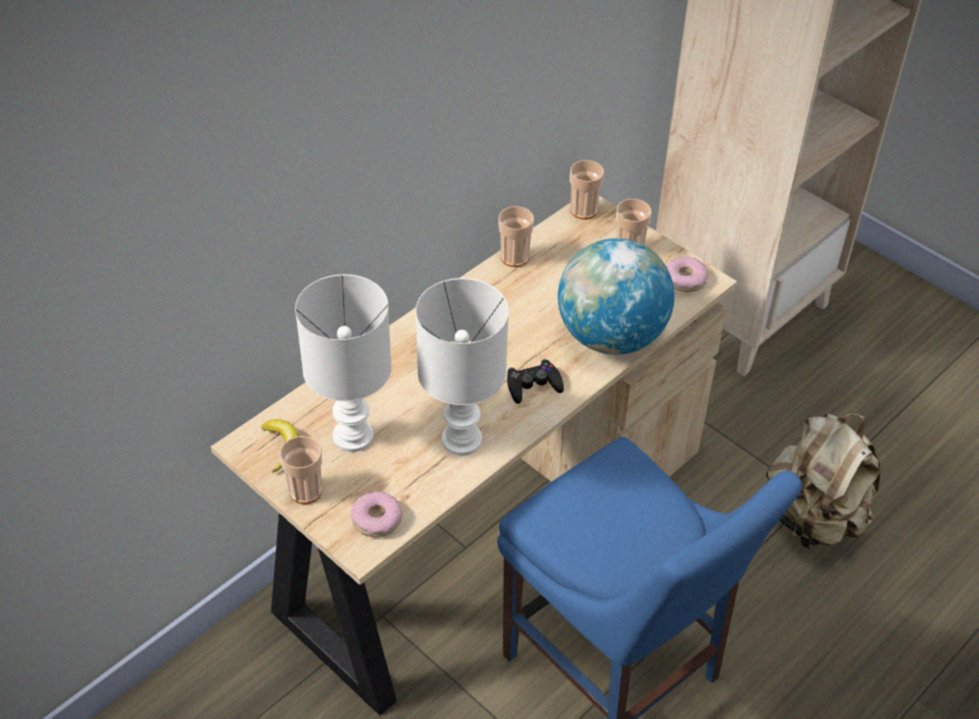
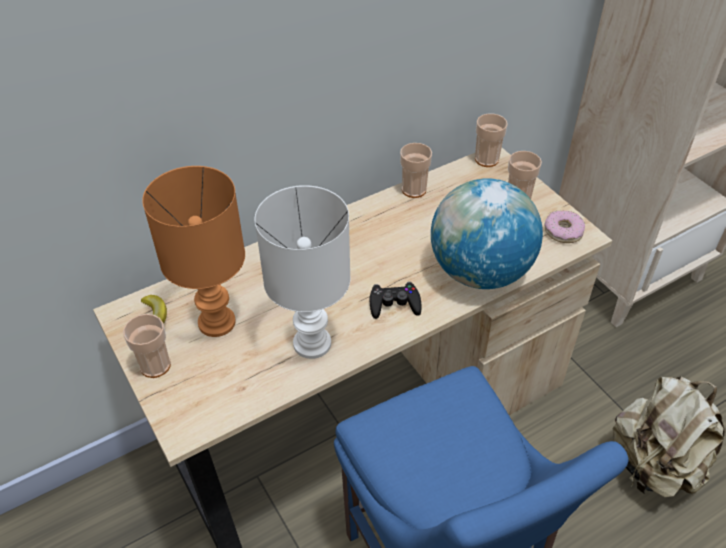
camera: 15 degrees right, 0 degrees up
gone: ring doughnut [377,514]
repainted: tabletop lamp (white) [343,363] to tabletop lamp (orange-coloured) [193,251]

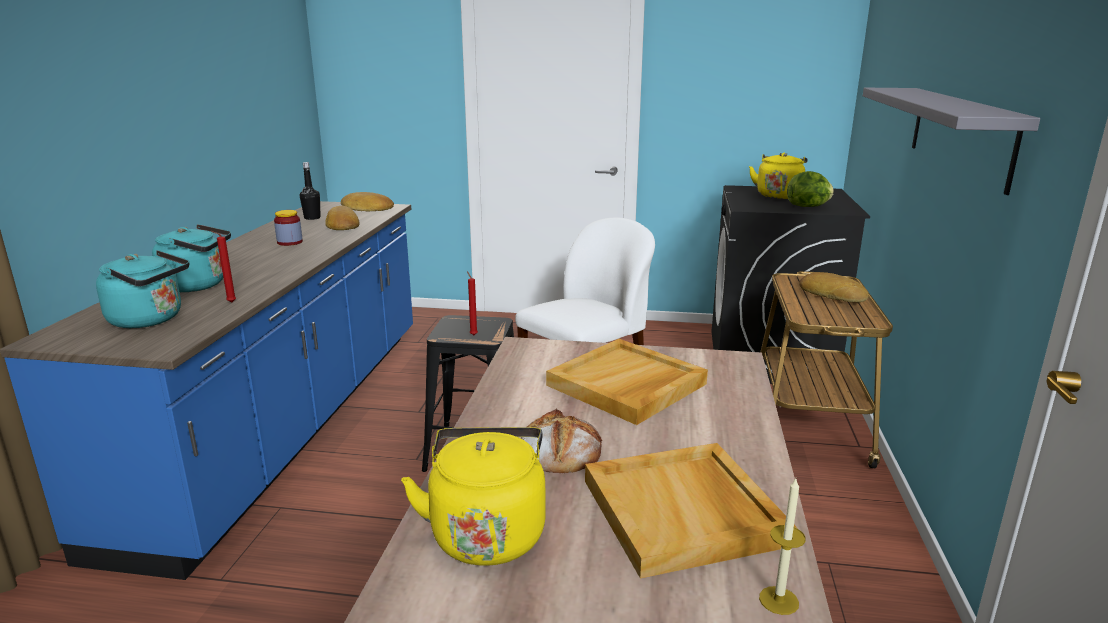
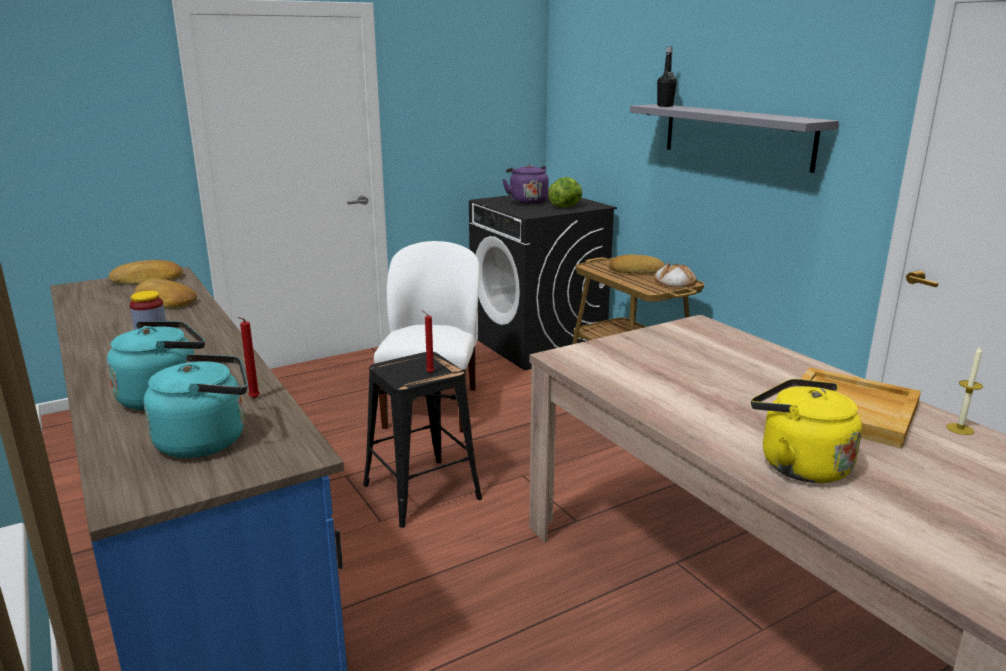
camera: 40 degrees left, 0 degrees up
gone: serving tray (beige) [627,382]
shifted: beverage bottle (black-coloured) [310,191] to [667,77]; bakery bread [561,441] to [675,274]
repainted: water kettle (yellow-coloured) [778,176] to water kettle (purple) [525,184]

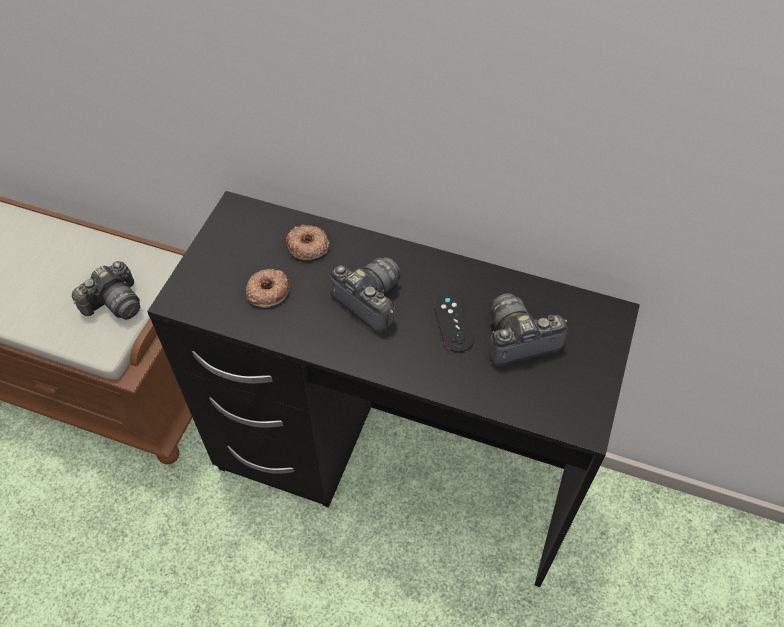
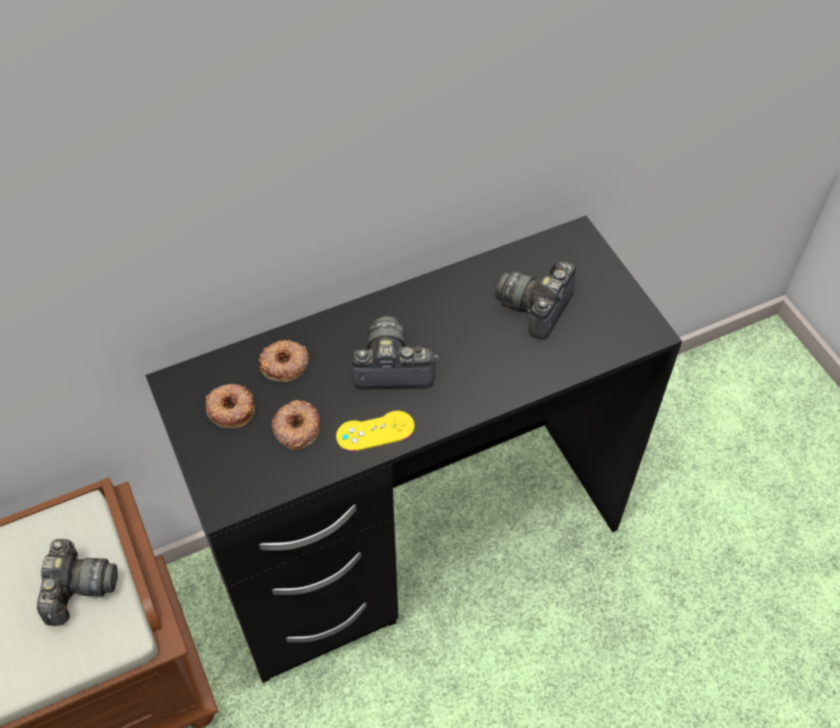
camera: 45 degrees left, 0 degrees up
gone: joypad (black-coloured) [454,323]
new: ring doughnut [230,406]; joypad (yellow-coloured) [375,431]

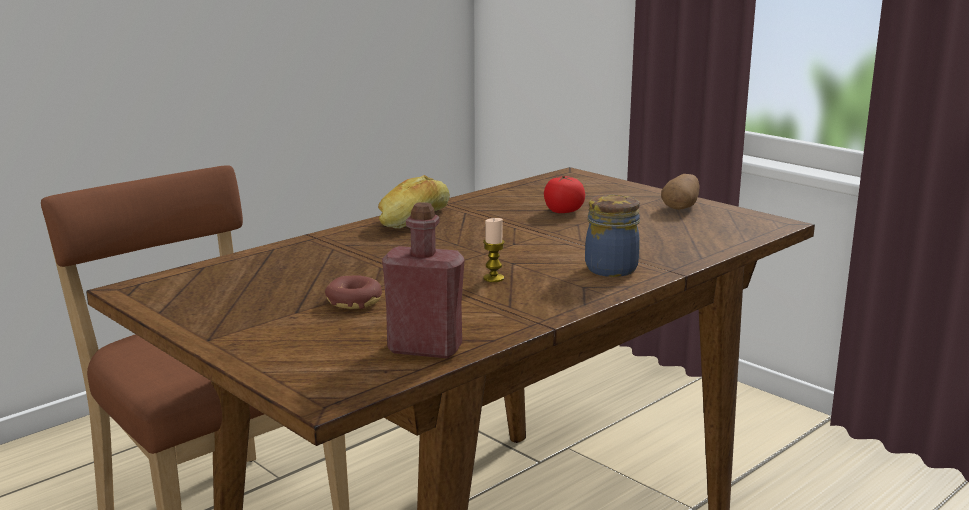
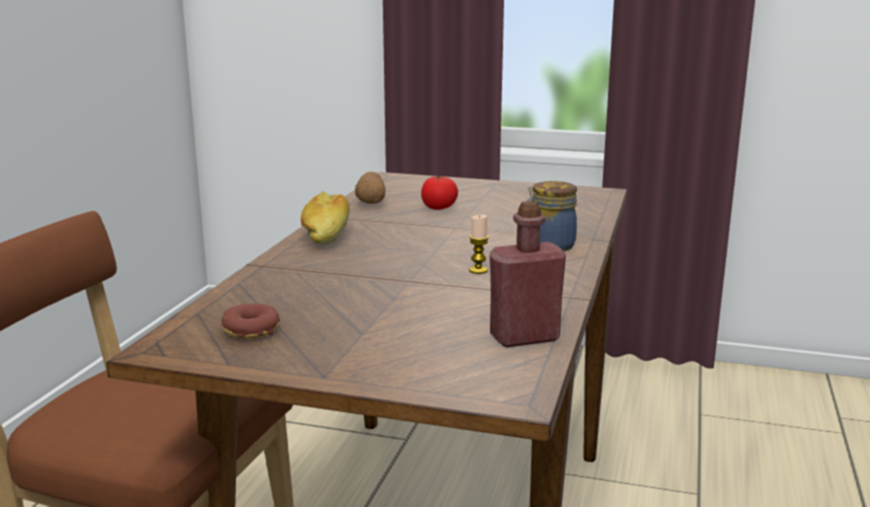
camera: 30 degrees left, 0 degrees up
shifted: ring doughnut [353,292] to [250,321]; whole potato [680,192] to [370,188]

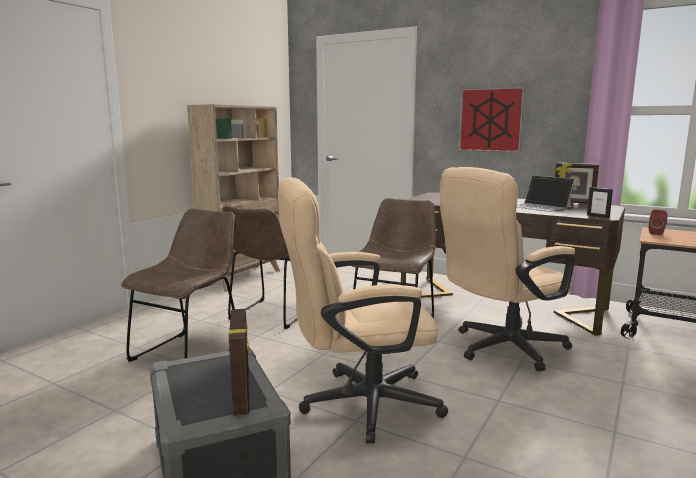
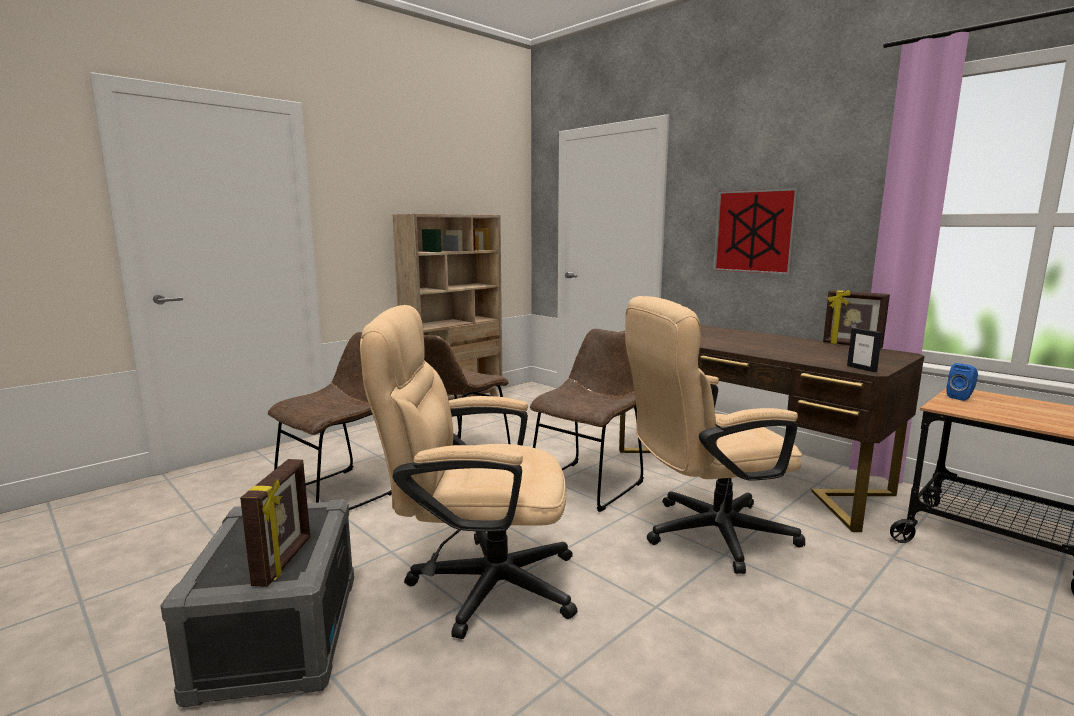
camera: 15 degrees right, 0 degrees up
gone: portable computer [546,193]
repainted: speaker (red) [658,222] to speaker (blue-coloured) [962,382]

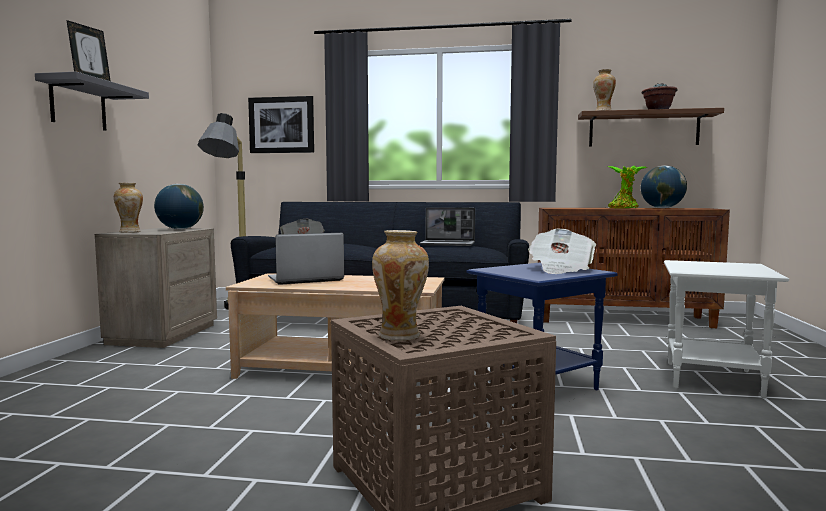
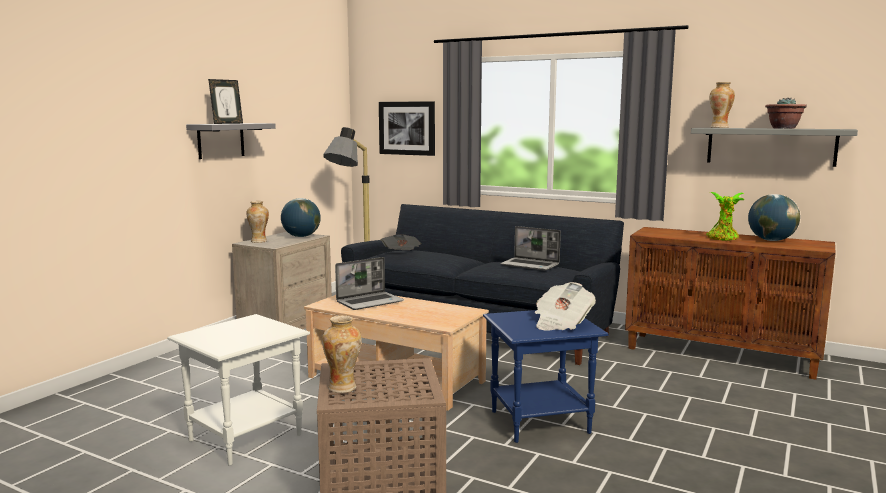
camera: 20 degrees right, 5 degrees up
shifted: accent table (white) [726,329] to [238,390]
repainted: wall shelf (brown-coloured) [651,127] to wall shelf (grey) [774,147]
rotated: portable computer [306,259] = [369,283] 150 degrees clockwise

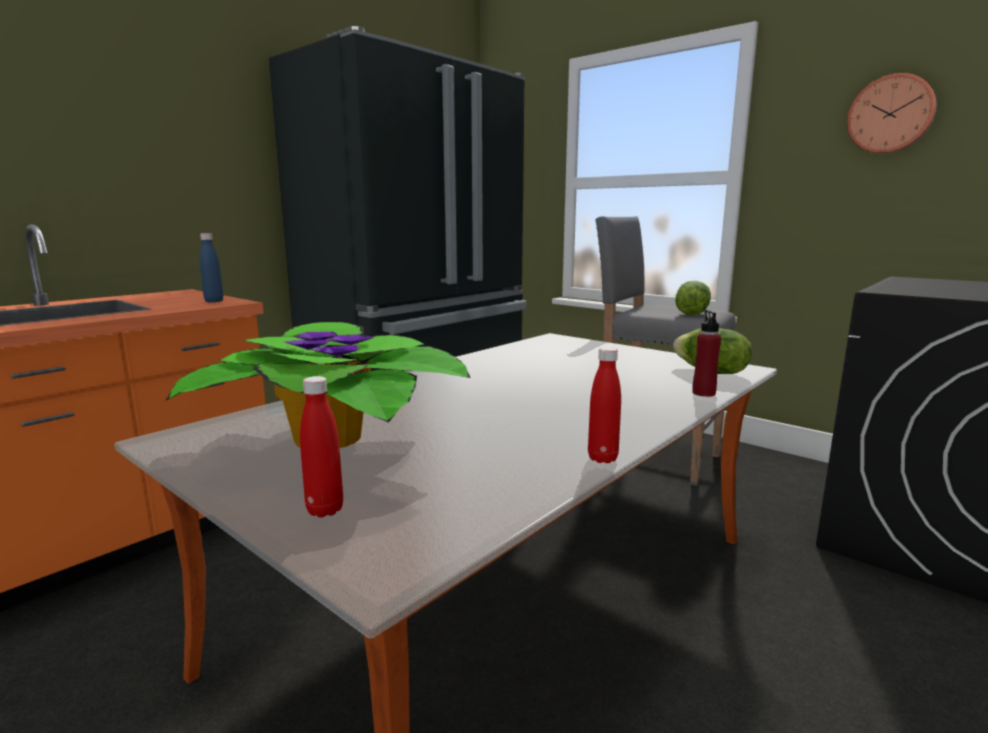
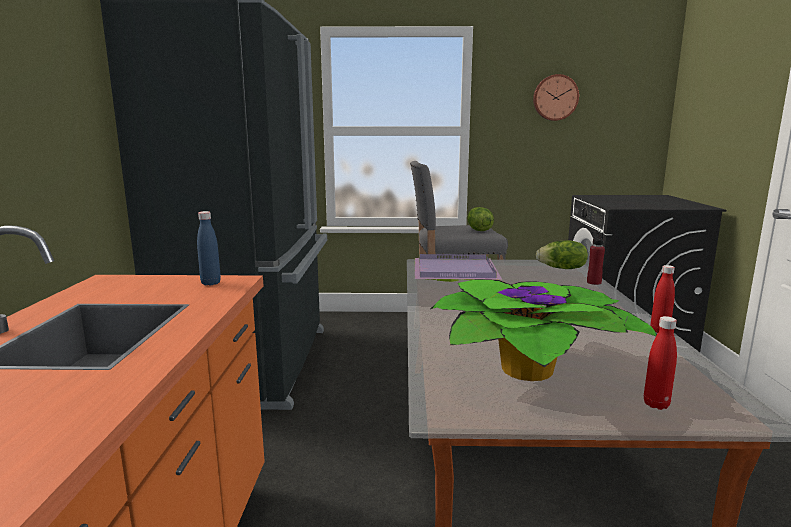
camera: 40 degrees left, 0 degrees up
new: serving tray (purple) [458,268]

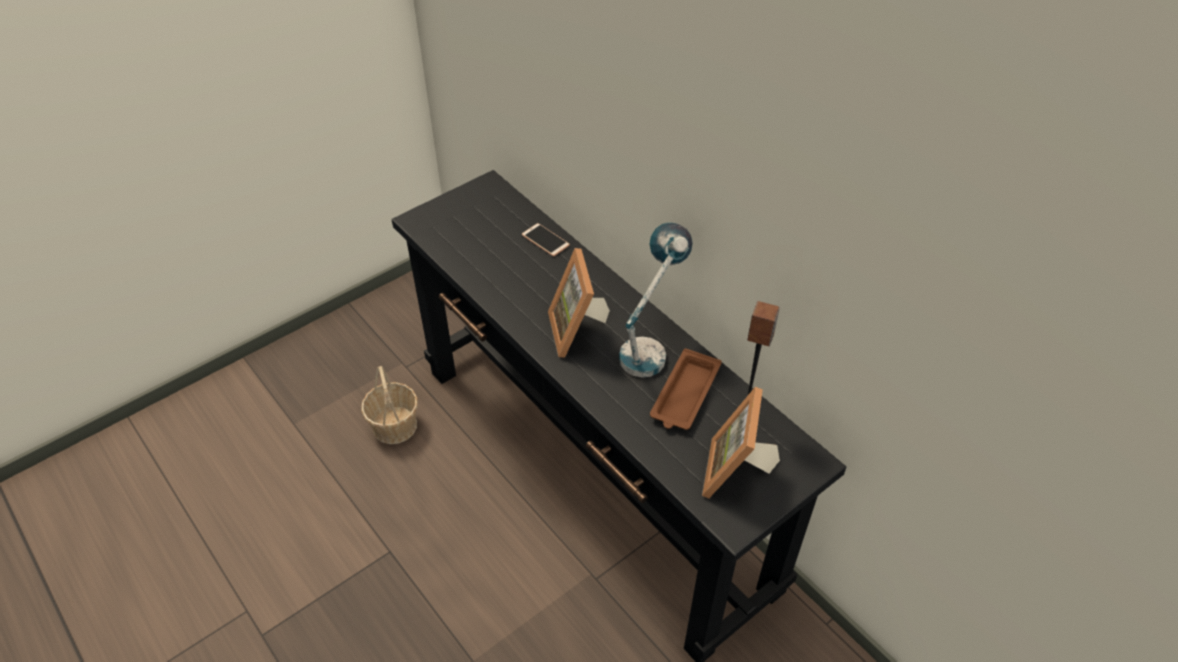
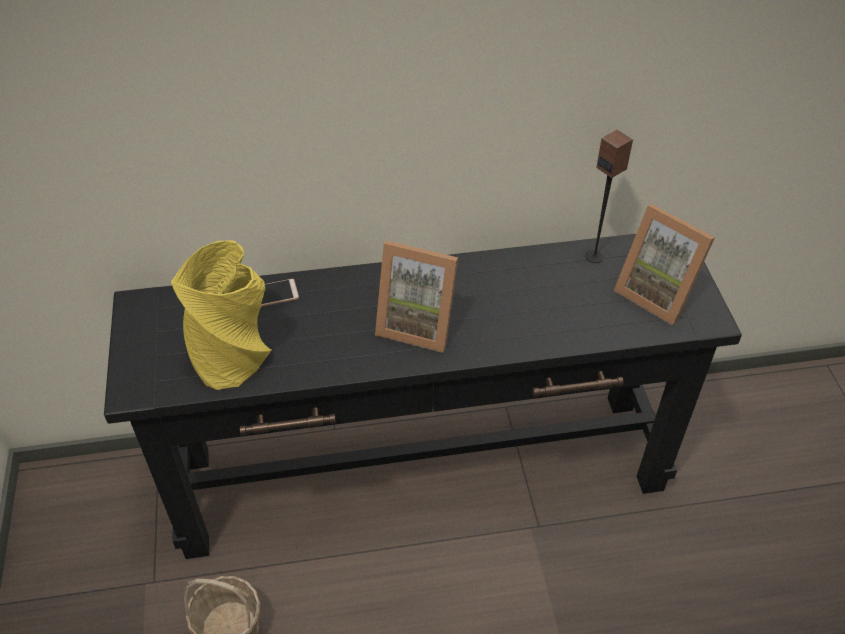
camera: 60 degrees left, 0 degrees up
gone: tabletop lamp [656,300]; serving tray (brown-coloured) [685,389]
new: decorative vase (yellow-coloured) [221,315]

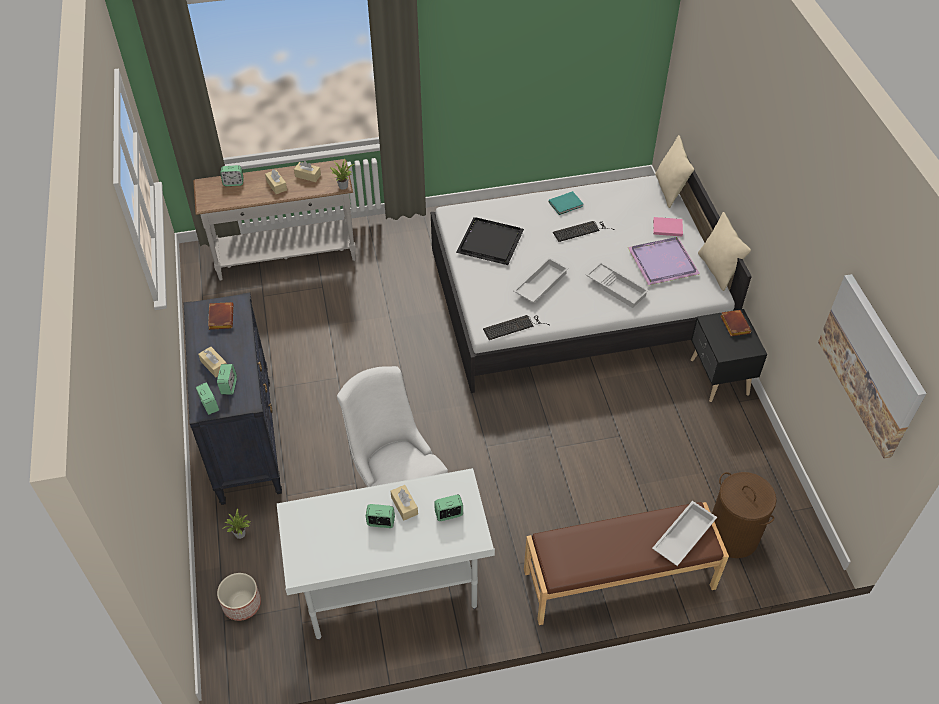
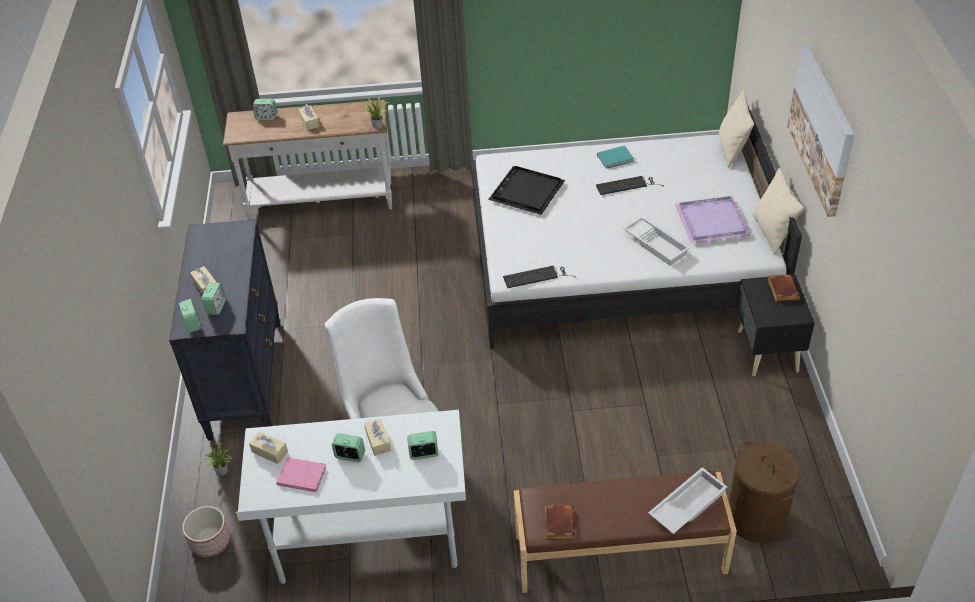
camera: 10 degrees right, 5 degrees down
gone: serving tray (white) [541,279]
shifted: volume (brown-coloured) [221,316] to [560,522]; tissue box (beige) [307,171] to [268,447]; volume (pink-coloured) [668,226] to [301,474]; wall picture [872,366] to [821,131]

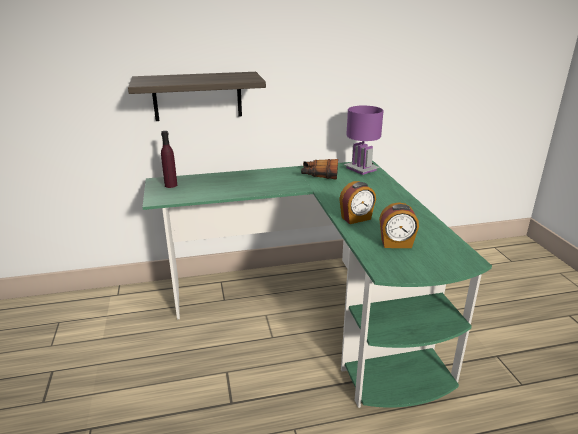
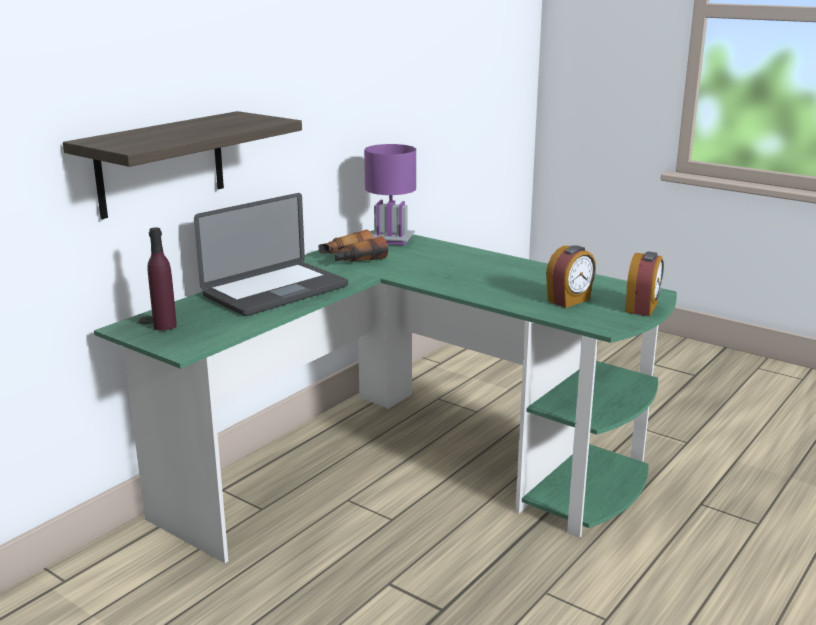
camera: 40 degrees left, 5 degrees down
new: portable computer [271,254]
shifted: bedside clock [357,202] to [644,284]

